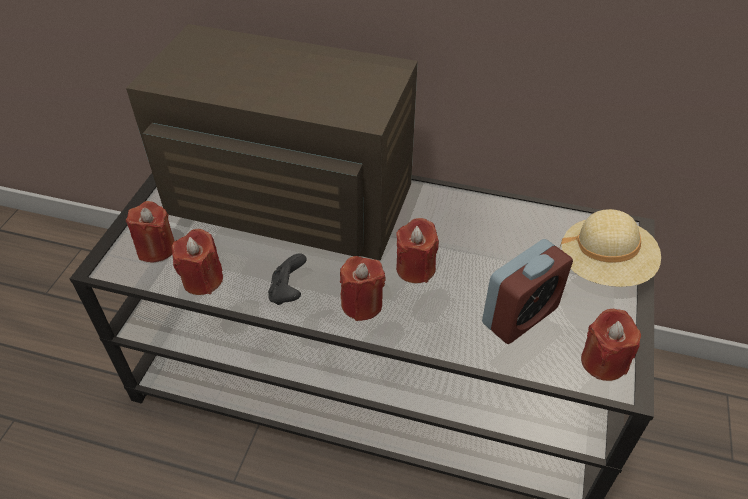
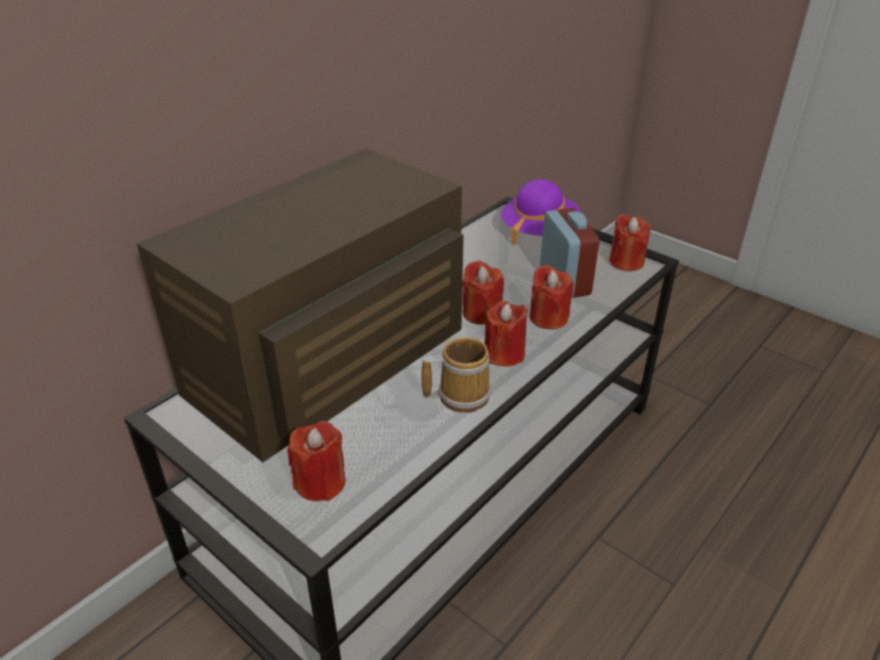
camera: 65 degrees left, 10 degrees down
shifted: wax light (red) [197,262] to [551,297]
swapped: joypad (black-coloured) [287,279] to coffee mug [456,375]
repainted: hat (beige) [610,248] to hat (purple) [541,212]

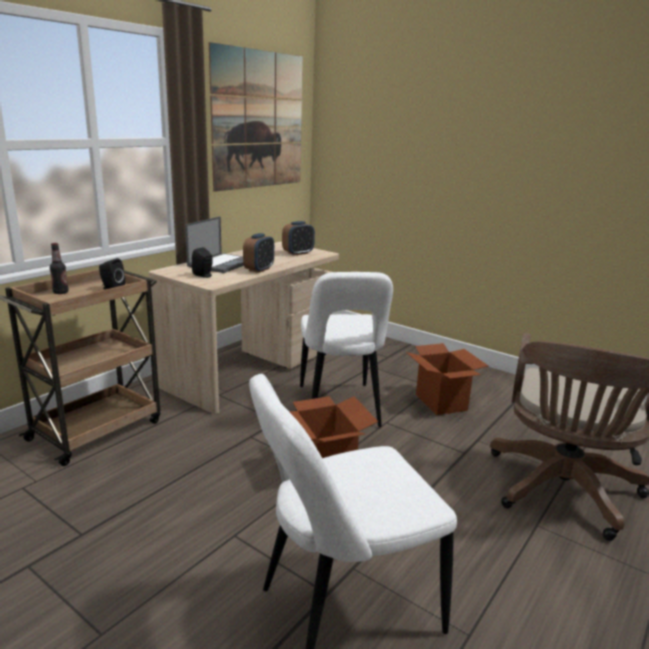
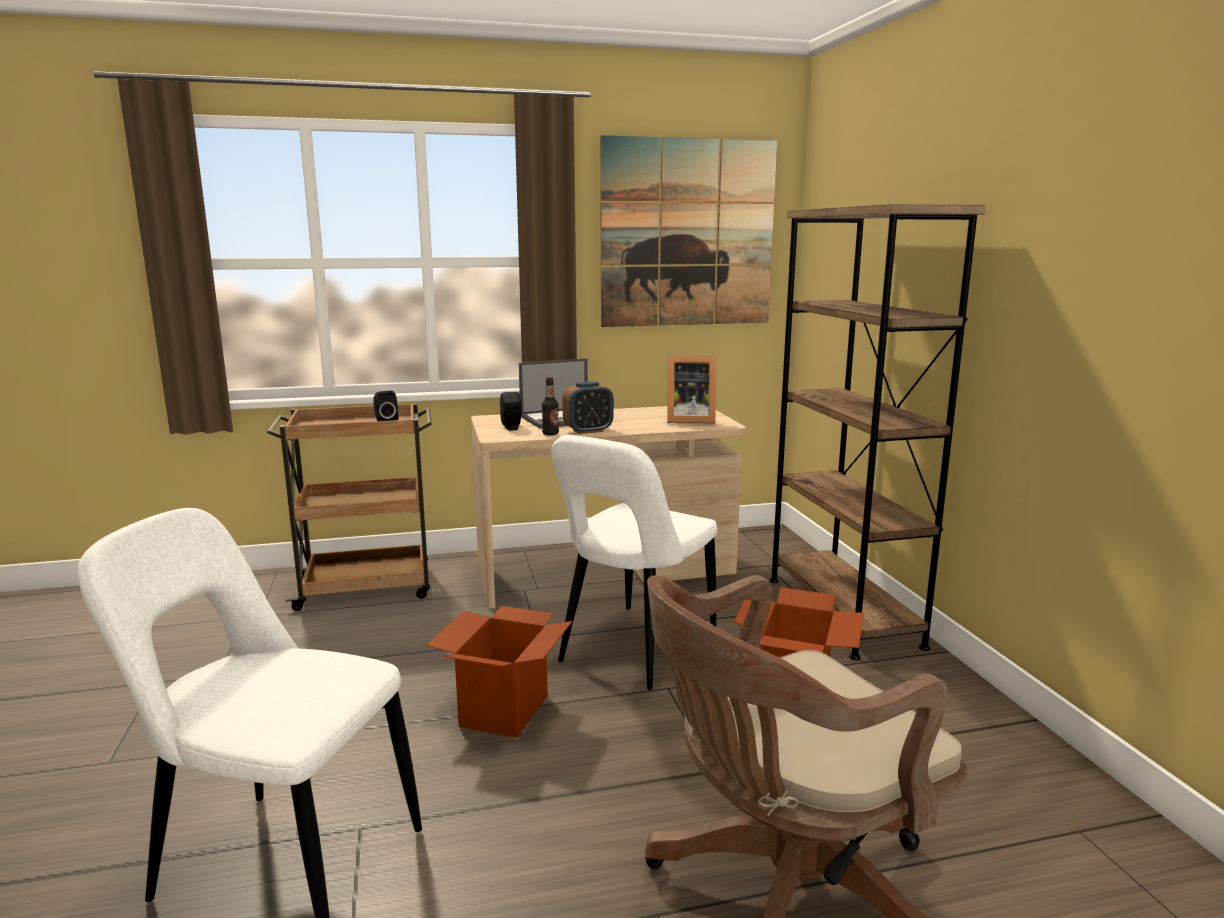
camera: 40 degrees right, 5 degrees down
new: shelving unit (brown-coloured) [877,432]
shifted: beverage bottle [59,268] to [550,406]
swapped: bedside clock [298,238] to picture frame [691,389]

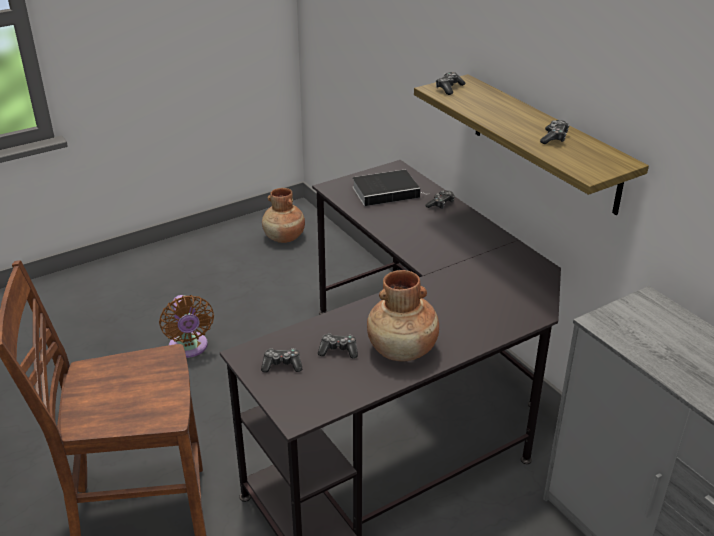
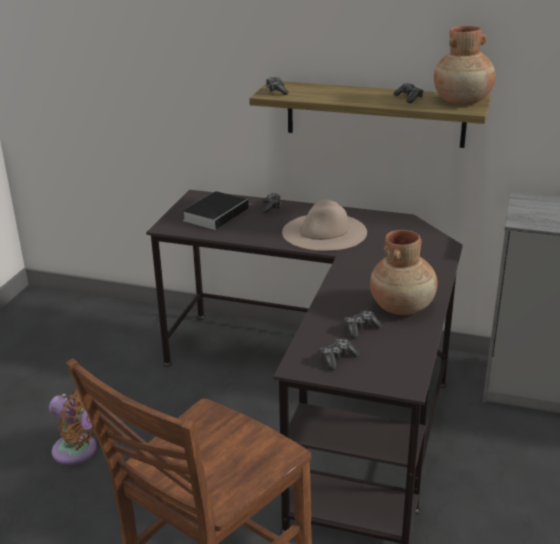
camera: 40 degrees left, 5 degrees down
new: hat (beige) [324,225]
shifted: decorative vase (brown-coloured) [283,215] to [465,65]

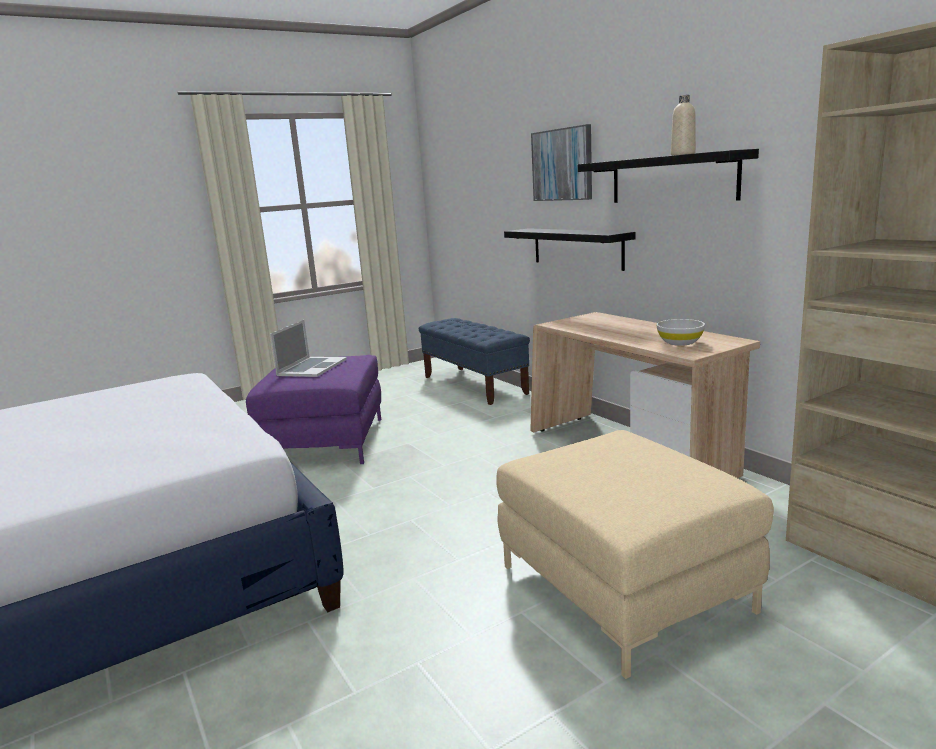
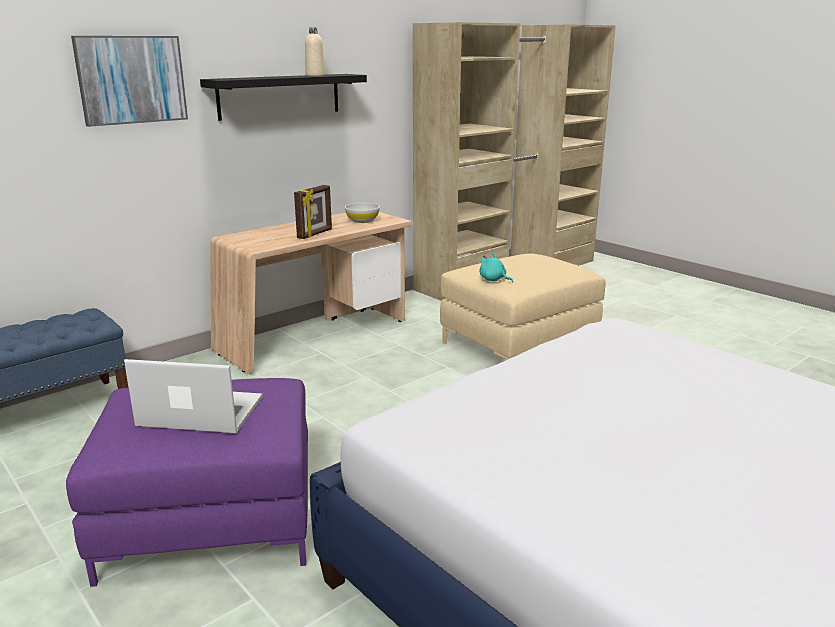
camera: 100 degrees left, 5 degrees up
gone: wall shelf (black-coloured) [570,249]
new: picture frame [313,212]; plush toy (turquoise-coloured) [496,268]

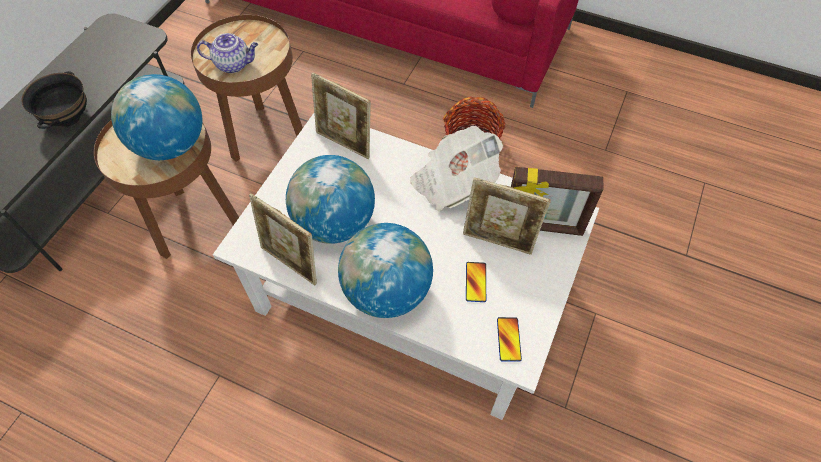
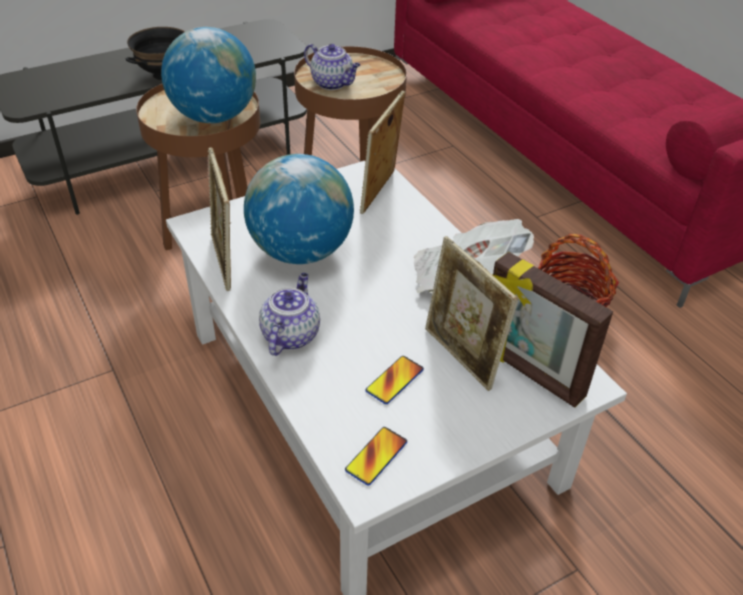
camera: 35 degrees right, 15 degrees down
swapped: world globe [385,270] to tea pot [289,314]
rotated: picture frame [341,115] = [382,152] 45 degrees clockwise

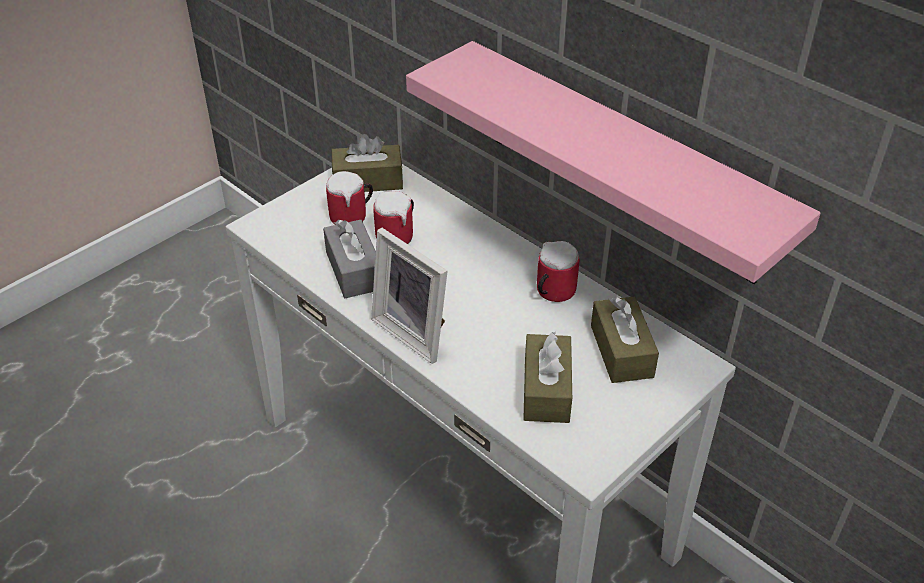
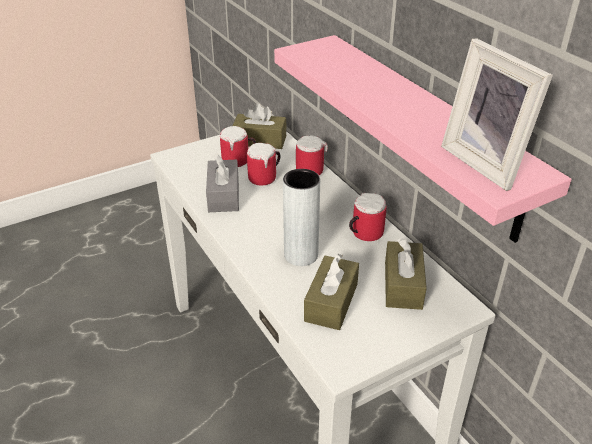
camera: 15 degrees right, 5 degrees down
new: decorative vase (grey) [301,217]; coffee mug [312,155]
shifted: picture frame [409,296] to [497,114]

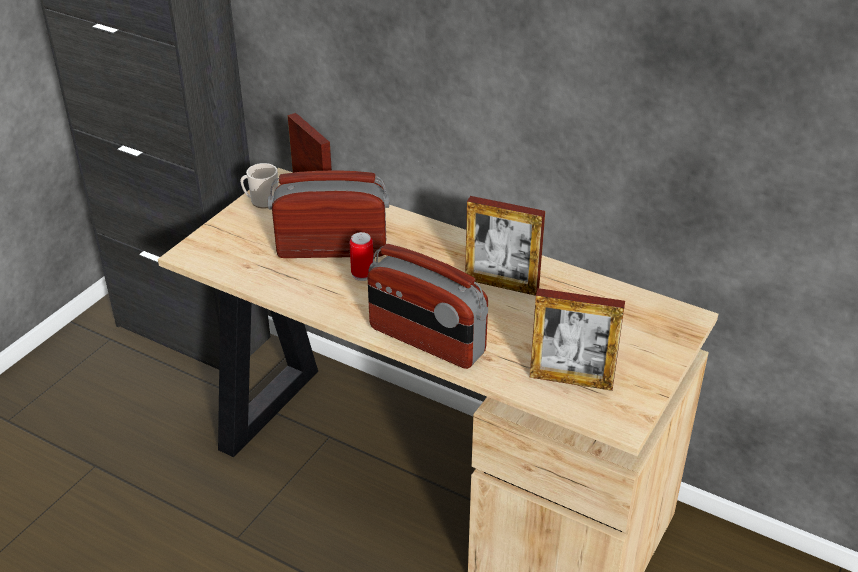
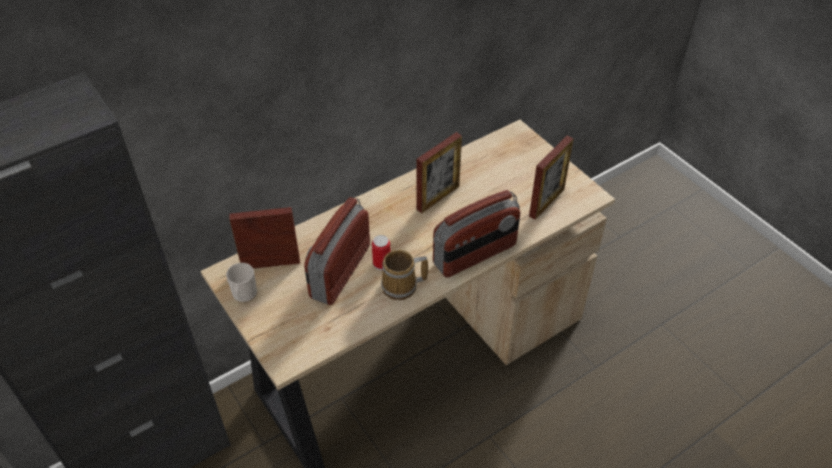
camera: 65 degrees left, 10 degrees up
new: coffee mug [404,275]

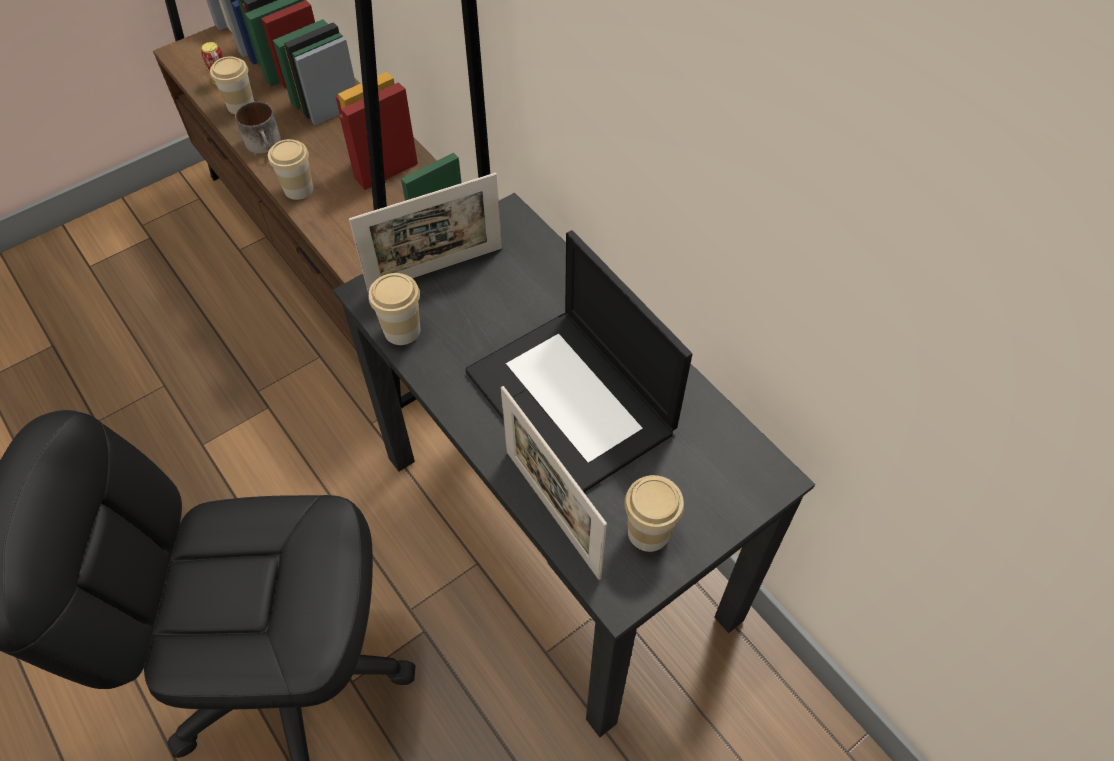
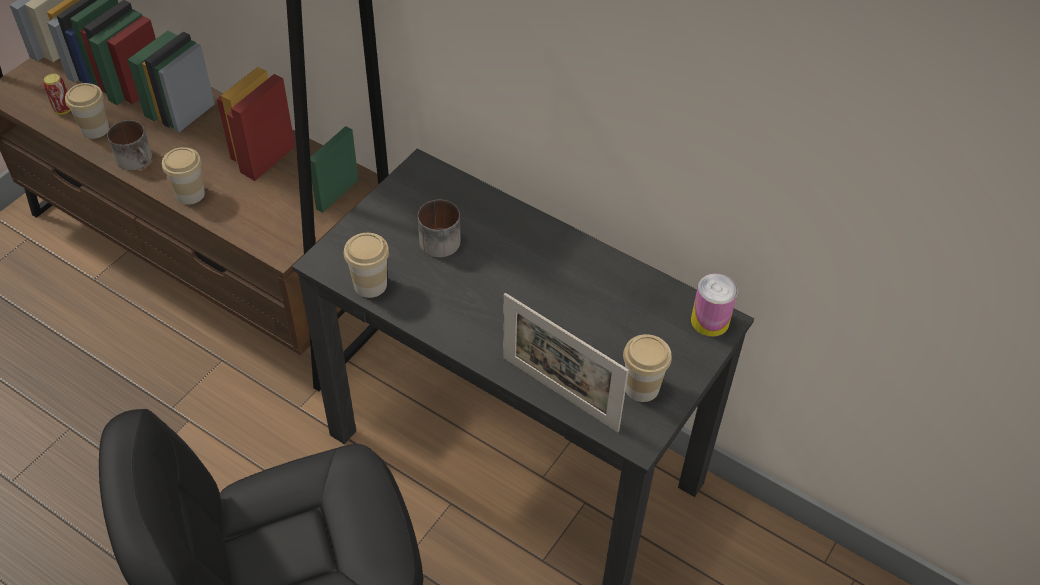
camera: 20 degrees left, 5 degrees down
gone: picture frame [425,233]; portable computer [578,361]
new: coffee mug [439,228]; metal can [714,305]

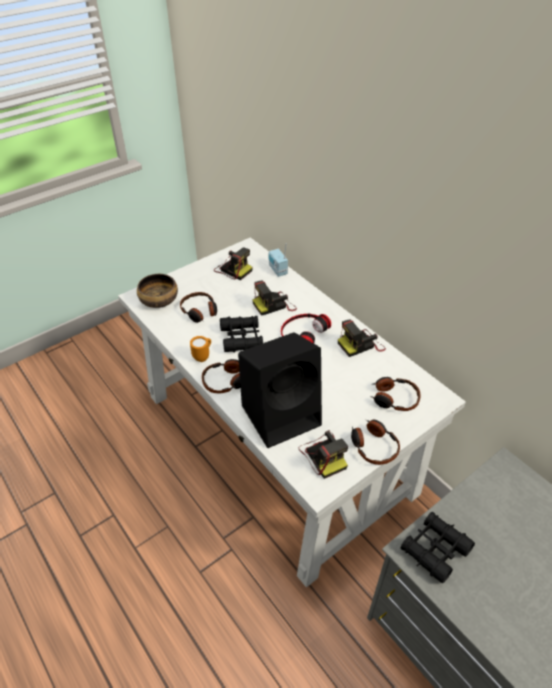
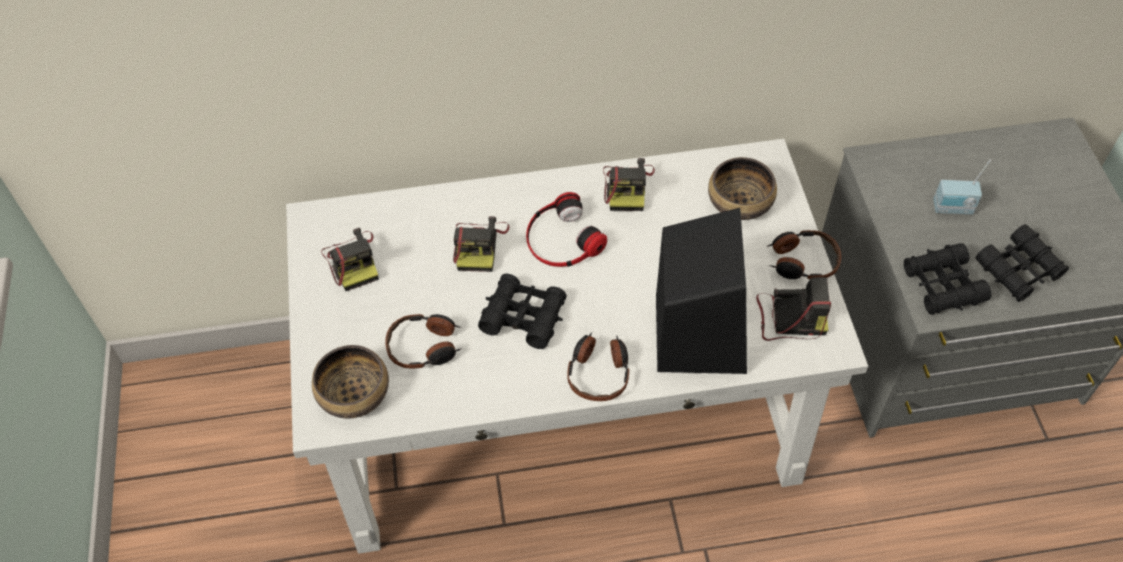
camera: 60 degrees left, 10 degrees up
gone: coffee mug (orange-coloured) [200,349]
new: pair of binoculars (black-coloured) [1022,263]
shifted: radio receiver [278,260] to [962,187]
swapped: pair of headphones [395,394] to deep dish [742,188]
rotated: still camera [233,263] = [350,259] 90 degrees clockwise

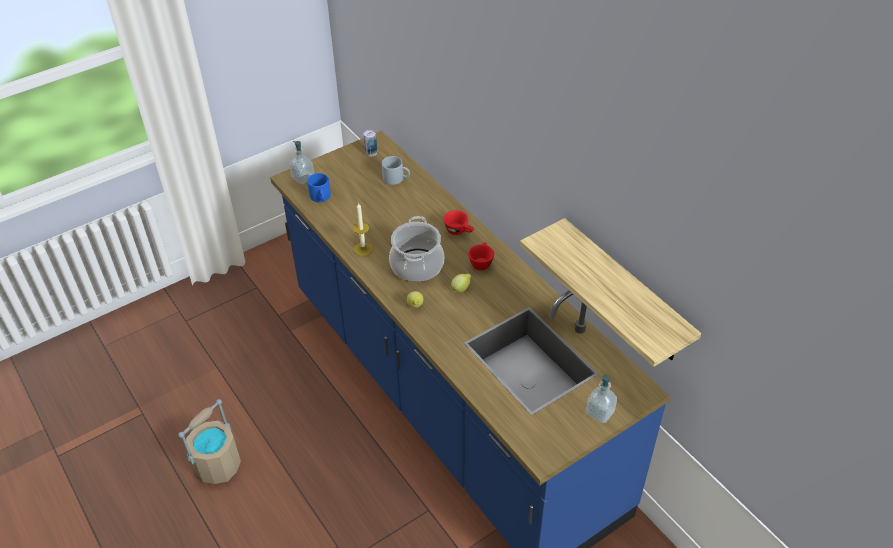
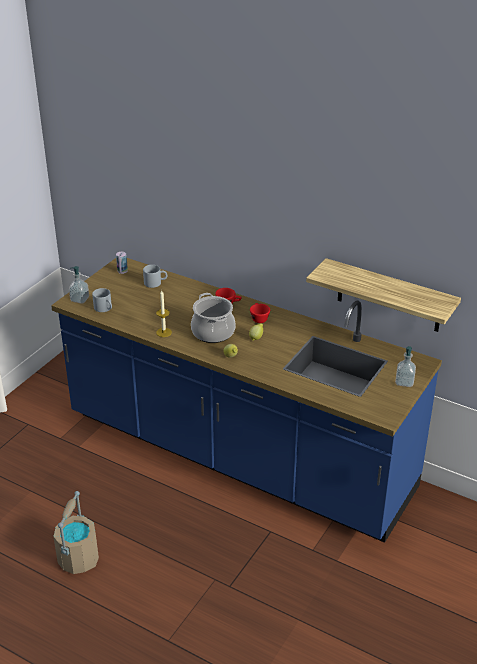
camera: 25 degrees left, 10 degrees down
repainted: coffee mug (blue-coloured) [319,187] to coffee mug (grey) [102,300]

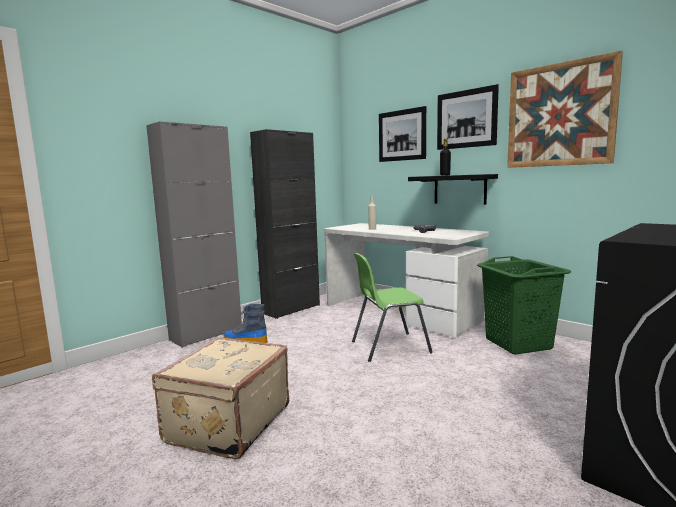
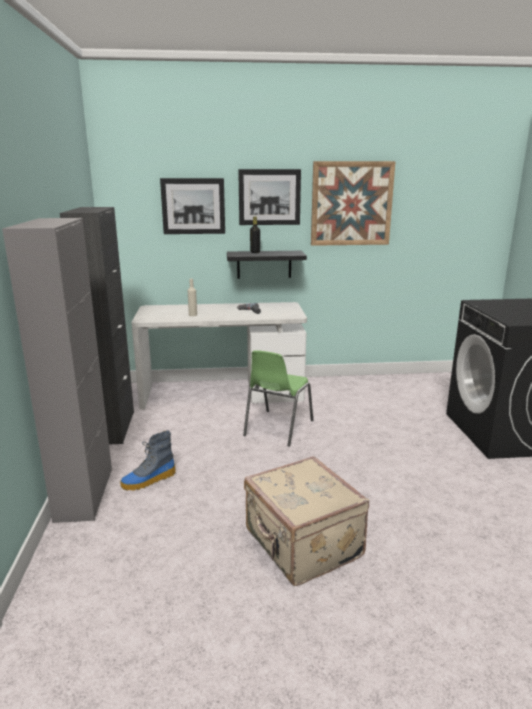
camera: 50 degrees left, 10 degrees up
gone: washing basket (green-coloured) [524,305]

